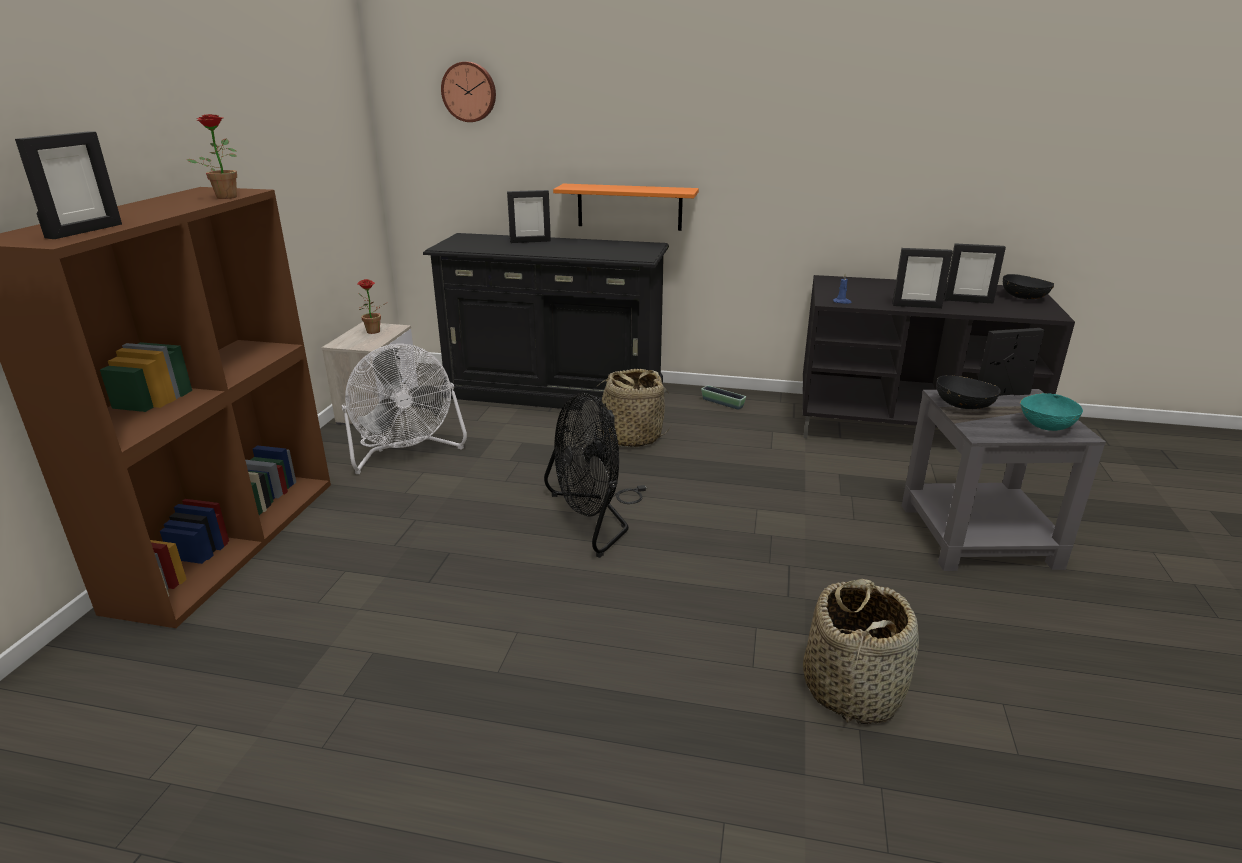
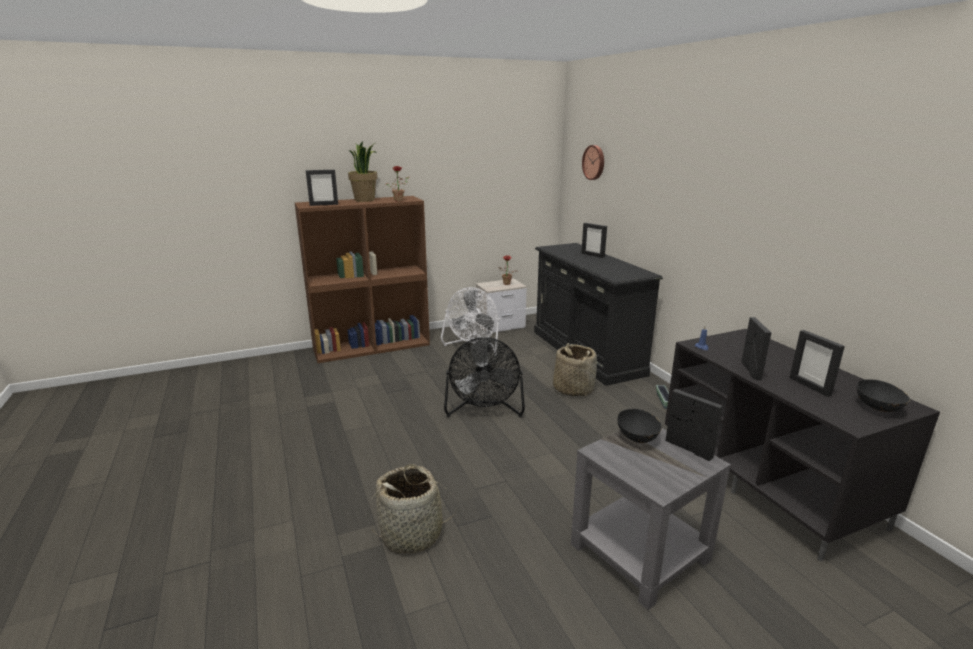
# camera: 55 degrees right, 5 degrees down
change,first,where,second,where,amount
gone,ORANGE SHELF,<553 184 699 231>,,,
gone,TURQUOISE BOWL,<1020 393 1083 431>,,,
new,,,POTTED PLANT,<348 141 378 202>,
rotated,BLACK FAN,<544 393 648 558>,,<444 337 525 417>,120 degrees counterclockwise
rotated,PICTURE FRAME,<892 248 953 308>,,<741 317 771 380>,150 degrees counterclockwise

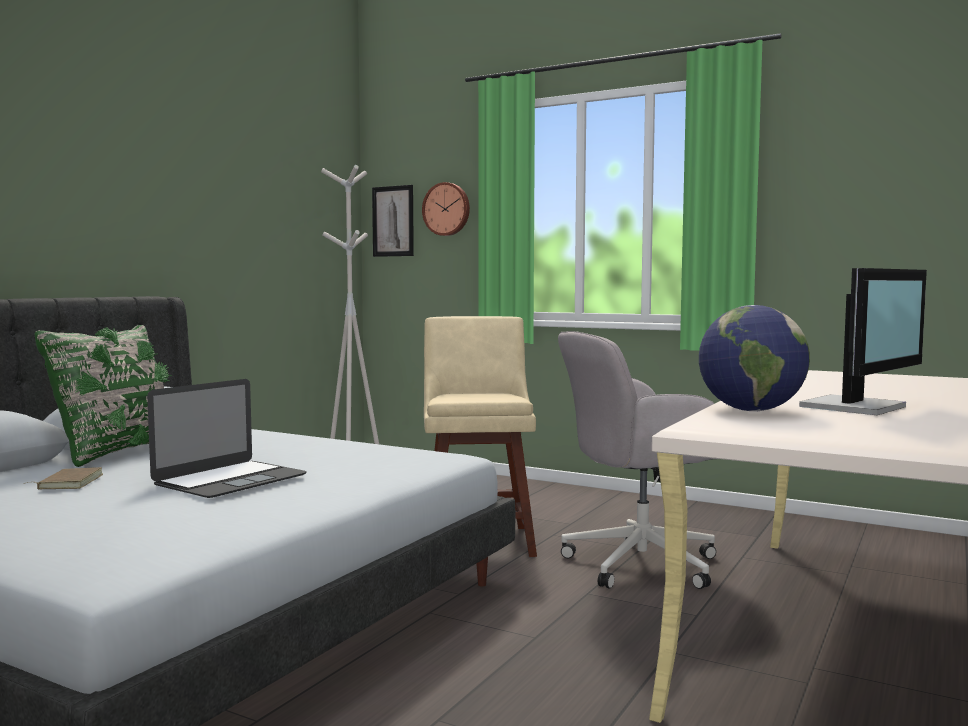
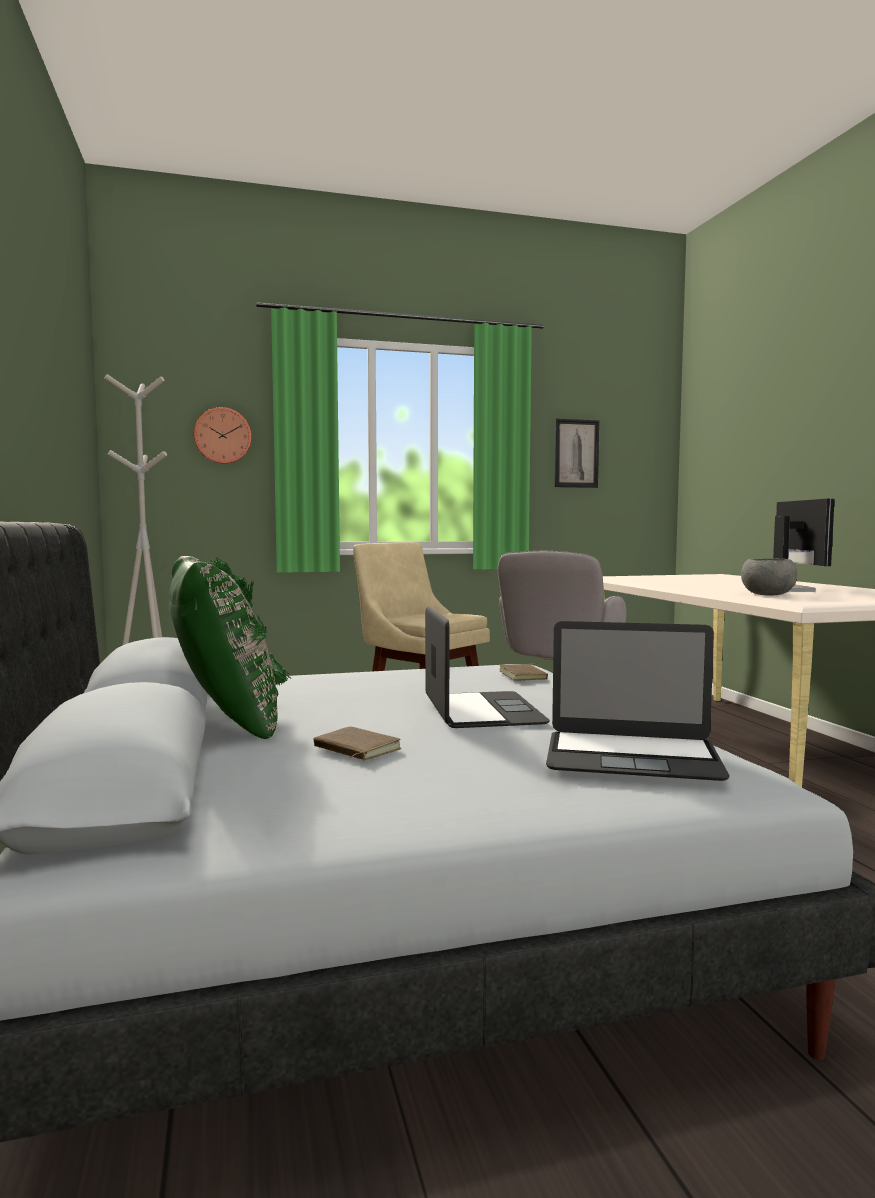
# camera: 45 degrees left, 0 degrees up
change,first,where,second,where,amount
new,,,BROWN BOOK,<500 663 548 681>,
new,,,LAPTOP,<546 621 730 781>,
shifted,PICTURE,<372 185 414 257>,,<554 419 599 488>,
swapped,GLOBE,<699 305 810 411>,GREY BOWL,<741 558 797 596>,

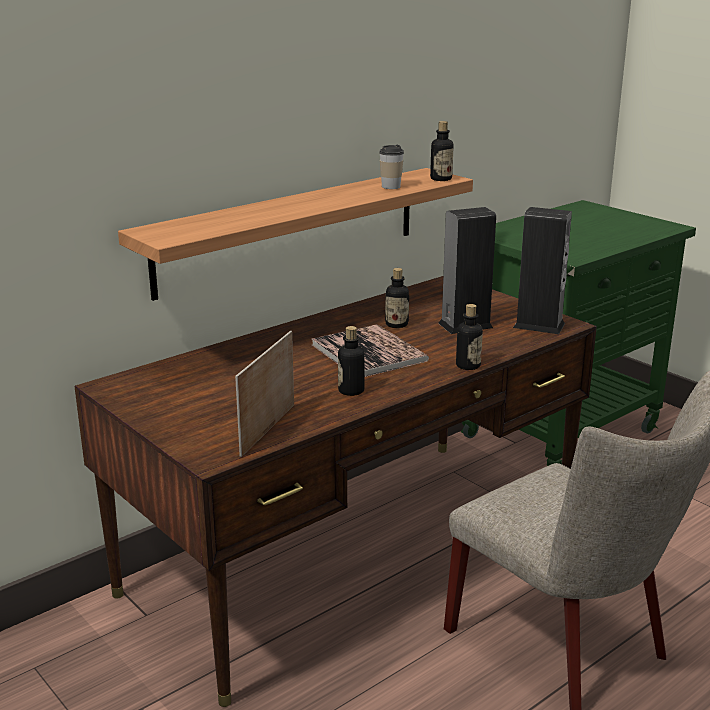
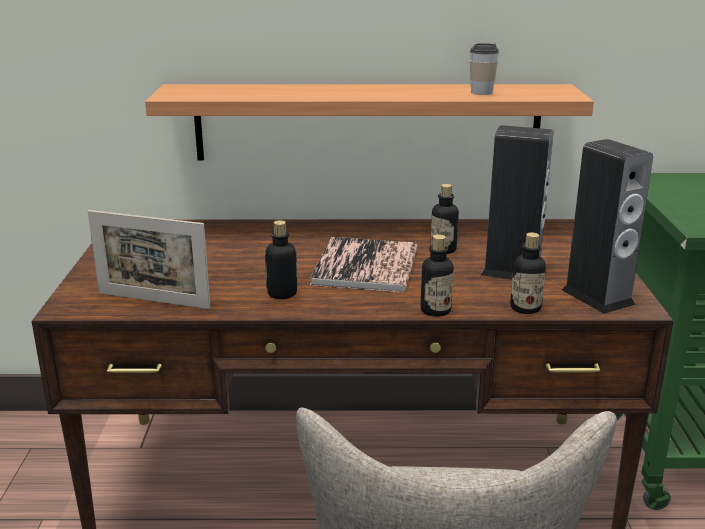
# camera: 40 degrees right, 0 degrees up
change,first,where,second,where,amount
shifted,BOTTLE,<430 121 454 181>,,<510 232 546 314>,
rotated,PICTURE FRAME,<235 331 294 457>,,<88 210 211 309>,135 degrees counterclockwise

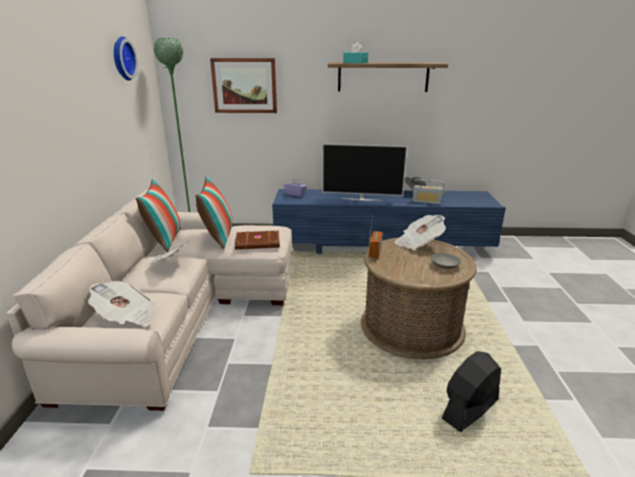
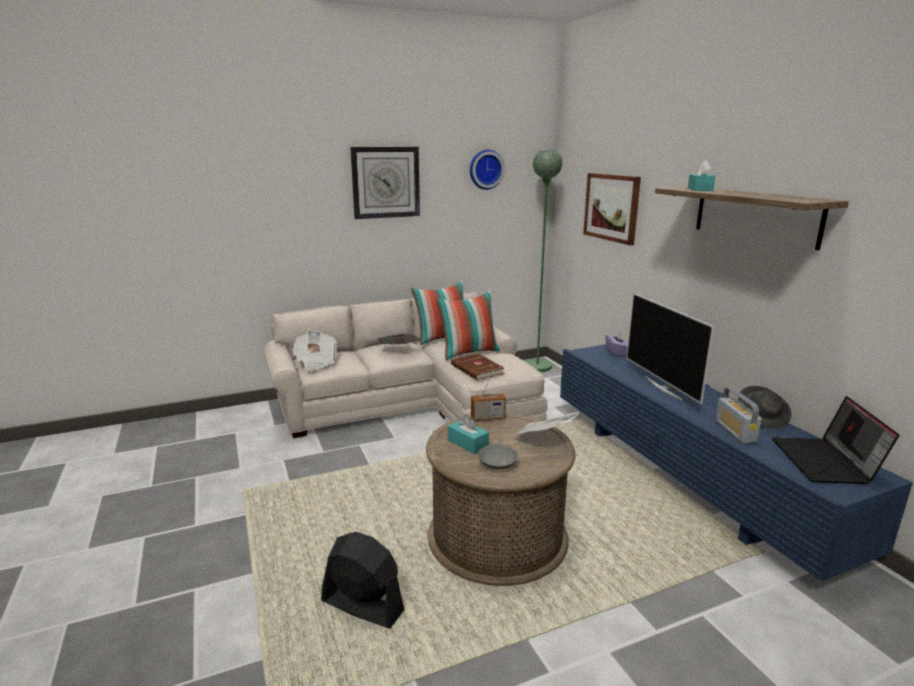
# camera: 65 degrees right, 5 degrees down
change,first,where,second,where,amount
new,,,WALL CLOCK,<350 147 420 219>,
new,,,TURQUOISE TISSUE BOX,<448 414 489 454>,
new,,,LAPTOP,<772 396 900 484>,

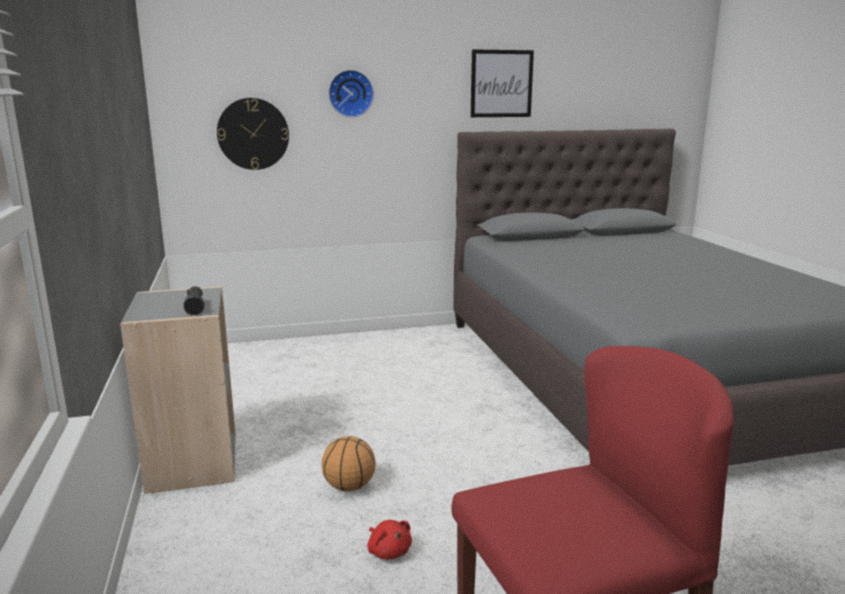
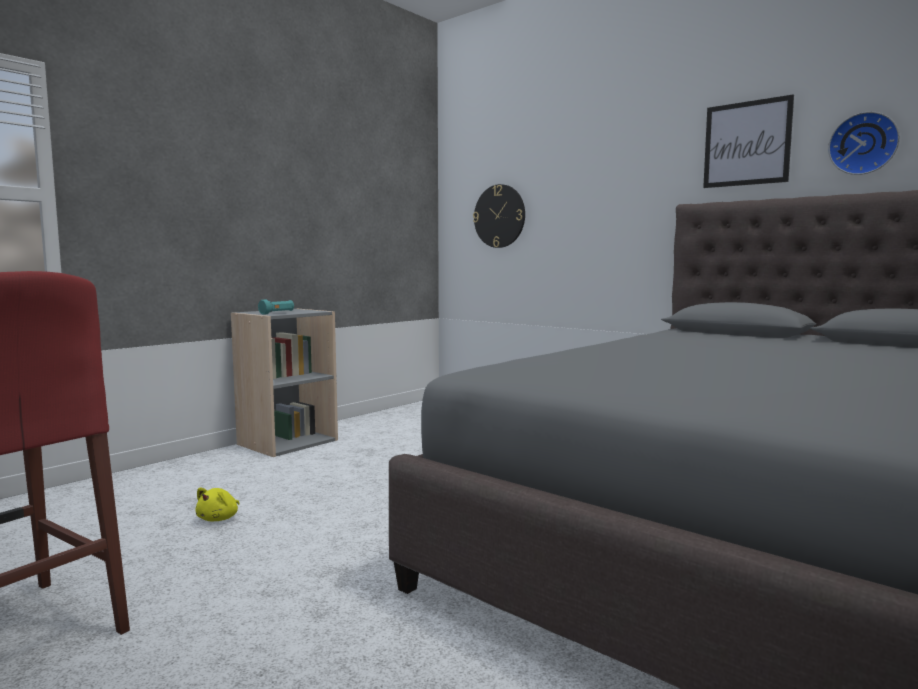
# camera: 55 degrees right, 10 degrees down
change,first,where,second,where,amount
gone,BASKETBALL,<321 436 376 491>,,,
shifted,WALL CLOCK,<328 70 374 117>,,<828 112 900 175>,
repainted,BLACK FLASHLIGHT,<183 286 205 315>,TURQUOISE FLASHLIGHT,<258 300 294 315>,
repainted,RED PLUSH TOY,<367 520 412 560>,YELLOW PLUSH TOY,<195 488 240 521>,

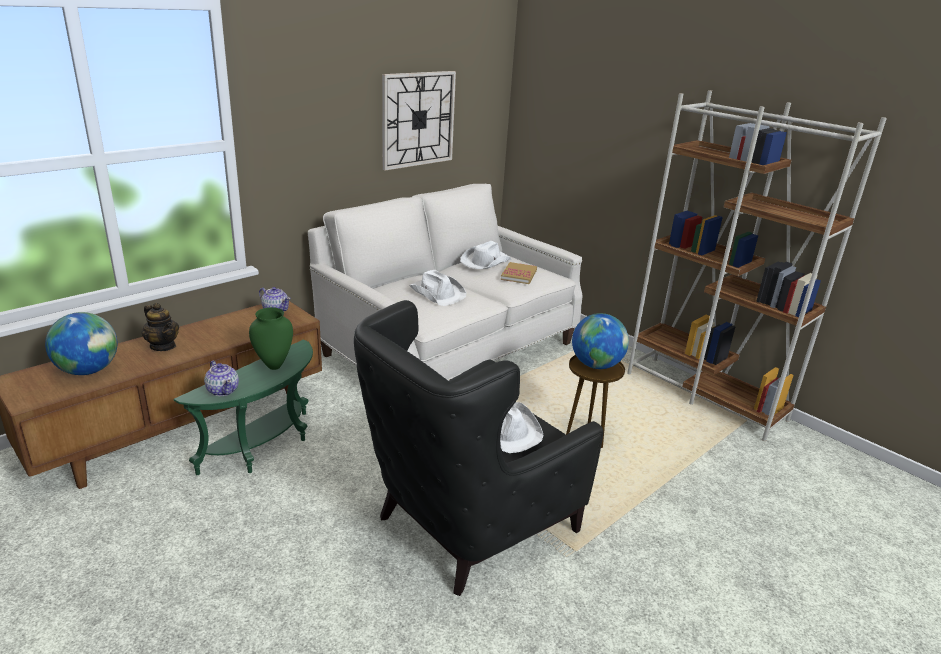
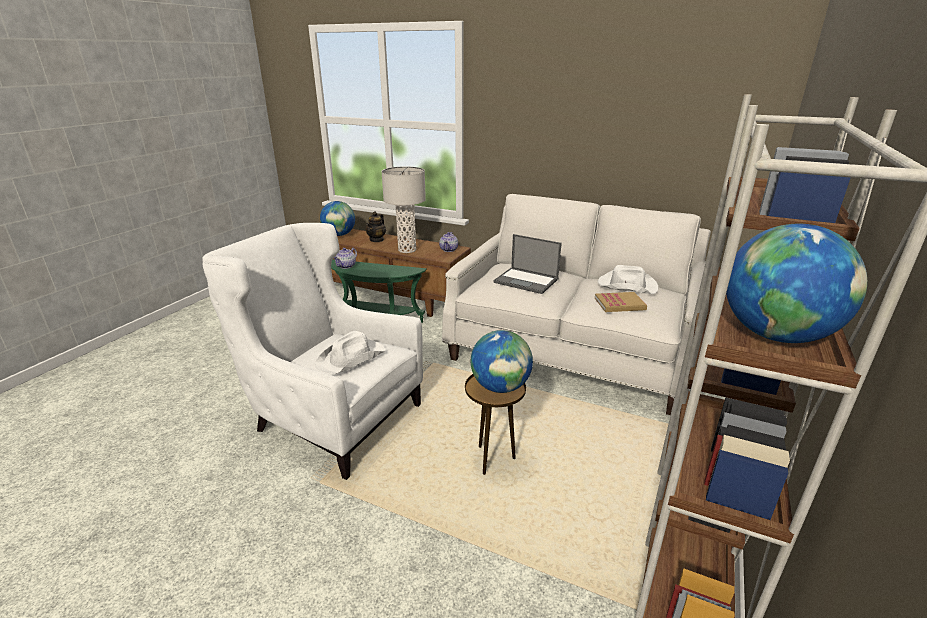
# camera: 70 degrees right, 0 degrees up
change,first,where,second,where,amount
gone,GREEN VASE,<249 307 293 370>,,,
gone,WALL CLOCK,<382 71 456 171>,,,
new,,,WHITE TABLE LAMP,<381 166 426 253>,
new,,,GLOBE,<726 224 867 343>,
swapped,WHITE HAT,<409 270 466 306>,LAPTOP,<493 234 562 294>,
repainted,BLACK ARMCHAIR,<354 300 604 596>,WHITE ARMCHAIR,<202 223 423 480>,

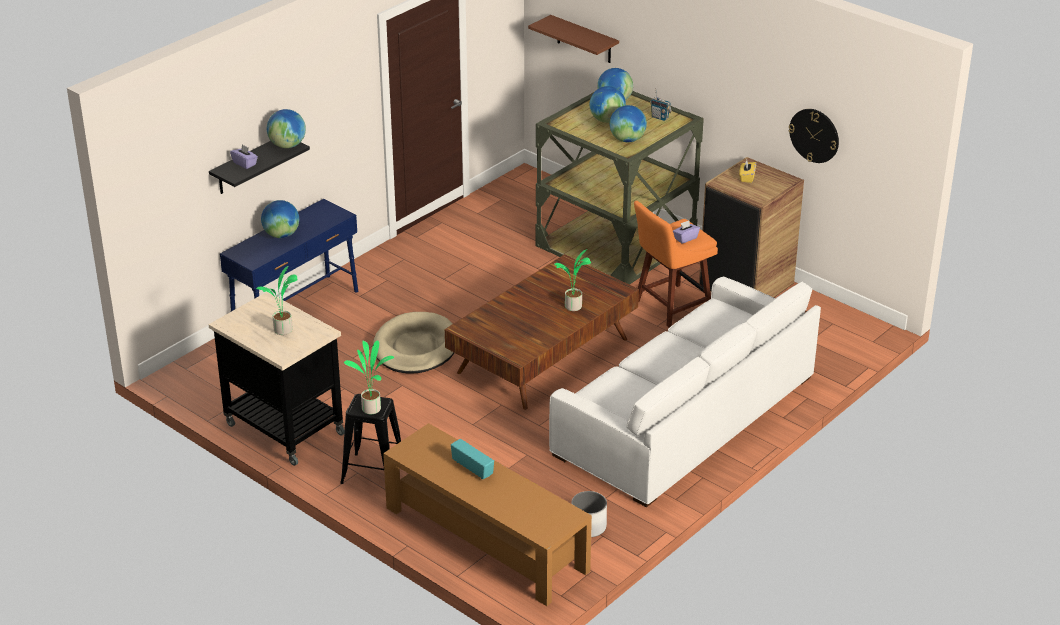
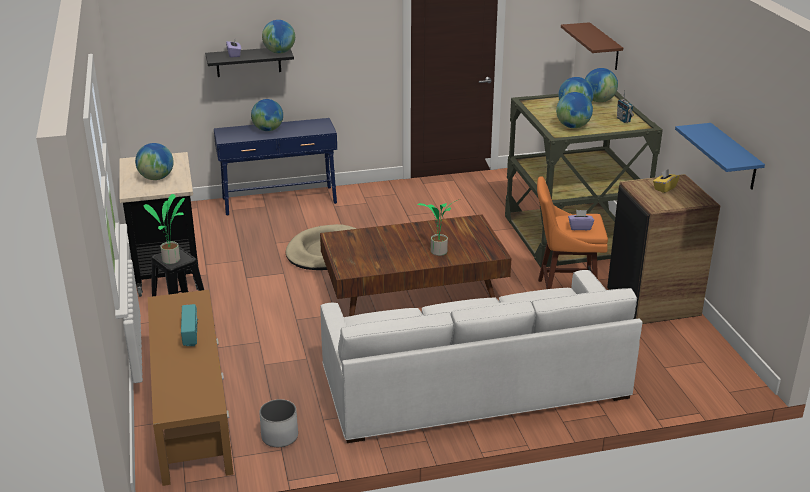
# camera: 35 degrees right, 5 degrees down
change,first,where,second,where,amount
swapped,POTTED PLANT,<256 266 298 335>,GLOBE,<135 143 174 180>,
swapped,WALL CLOCK,<789 109 839 163>,BLUE SHELF,<675 123 765 190>,

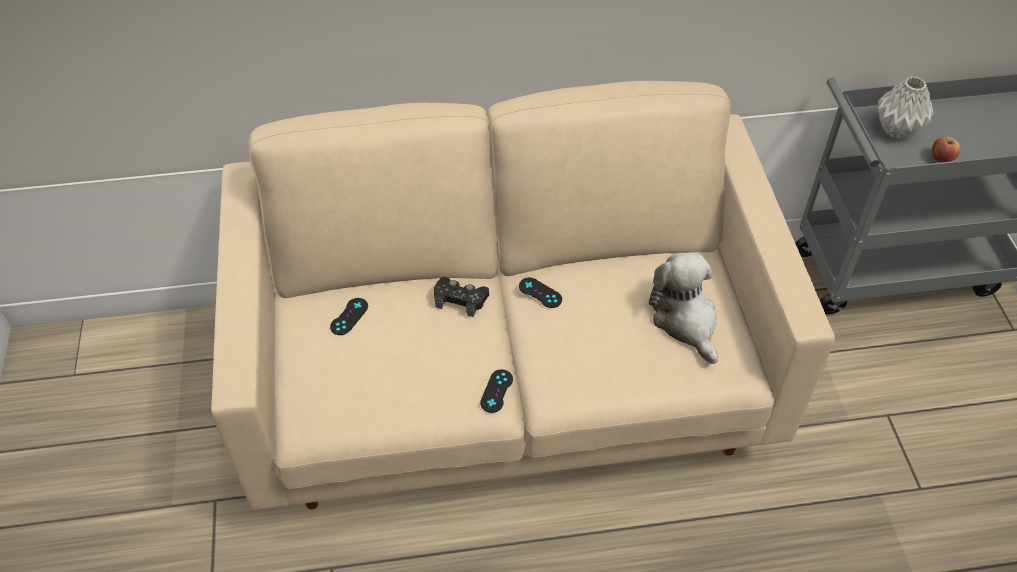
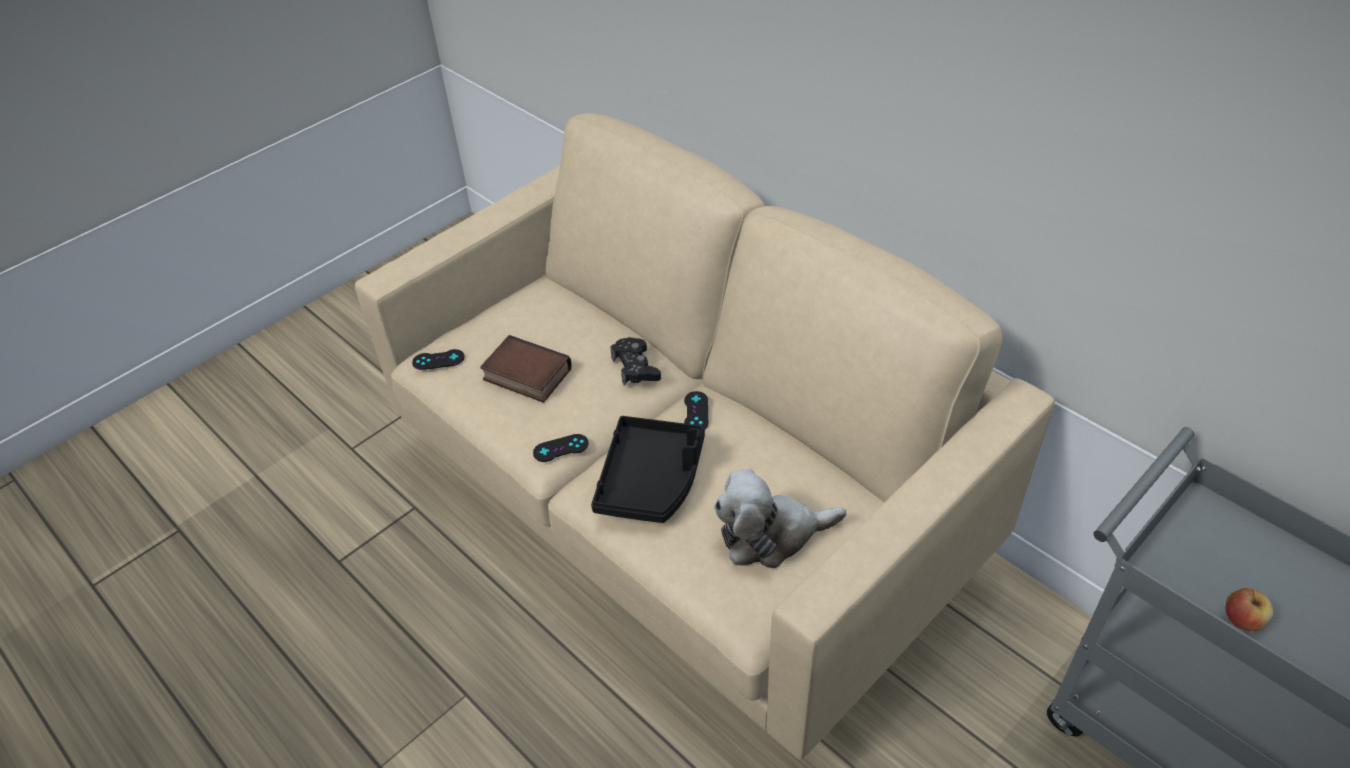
# camera: 55 degrees right, 5 degrees down
change,first,where,second,where,amount
gone,GREY VASE,<878 76 934 139>,,,
new,,,BOOK,<480 335 572 402>,
new,,,BLACK TRAY,<591 416 705 523>,
shifted,BLACK GAME CONTROLLER,<330 298 368 335>,,<412 349 465 370>,
rotated,PLUSH TOY,<649 254 718 364>,,<714 469 846 568>,135 degrees counterclockwise

